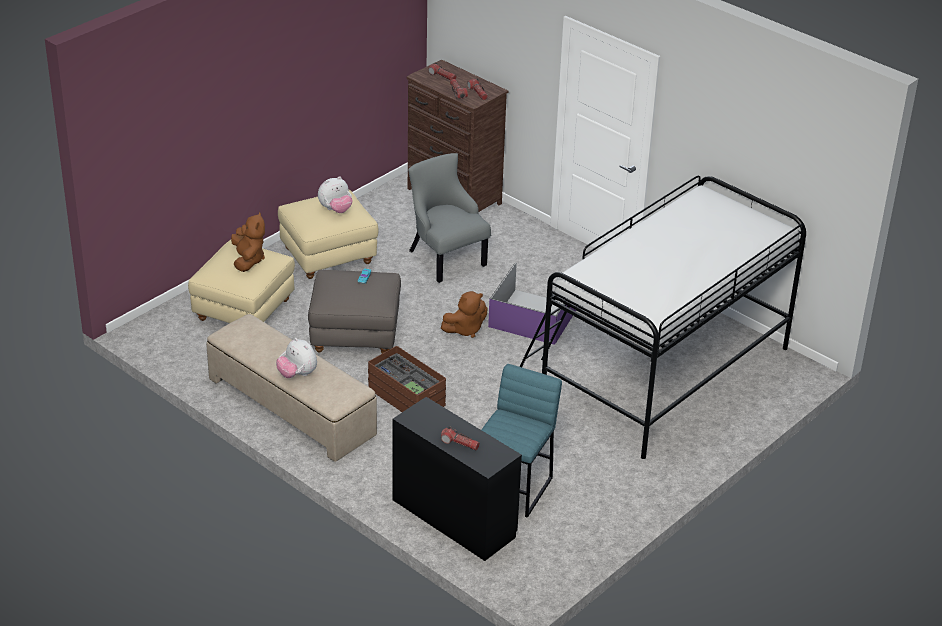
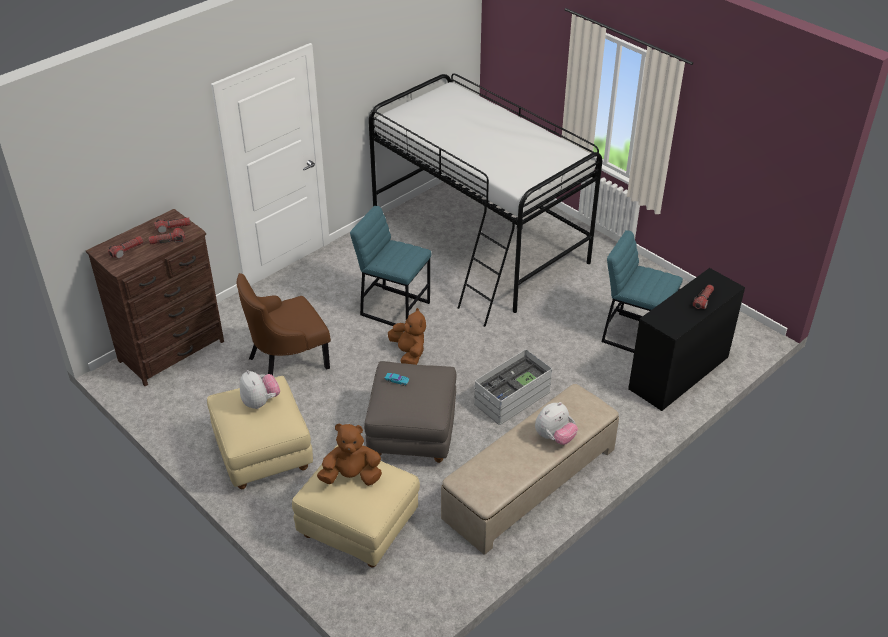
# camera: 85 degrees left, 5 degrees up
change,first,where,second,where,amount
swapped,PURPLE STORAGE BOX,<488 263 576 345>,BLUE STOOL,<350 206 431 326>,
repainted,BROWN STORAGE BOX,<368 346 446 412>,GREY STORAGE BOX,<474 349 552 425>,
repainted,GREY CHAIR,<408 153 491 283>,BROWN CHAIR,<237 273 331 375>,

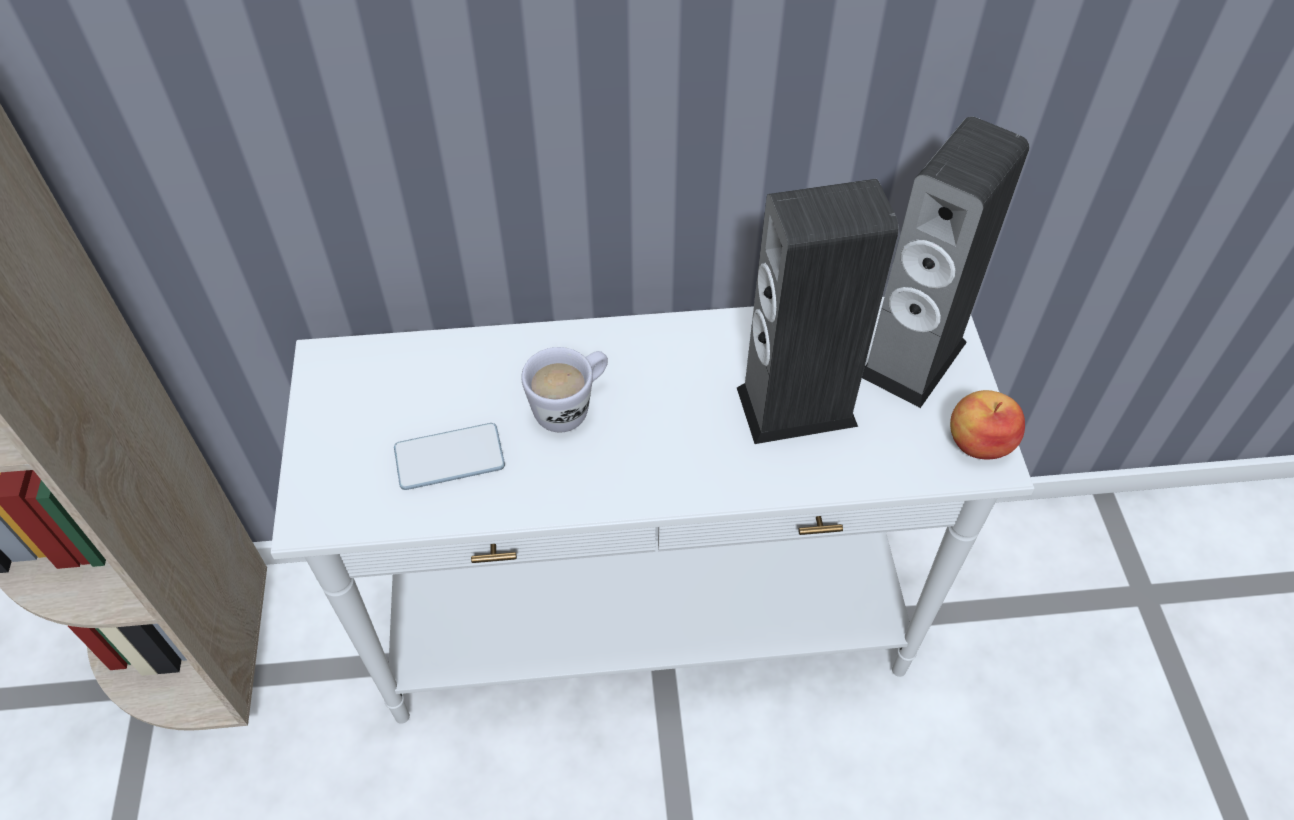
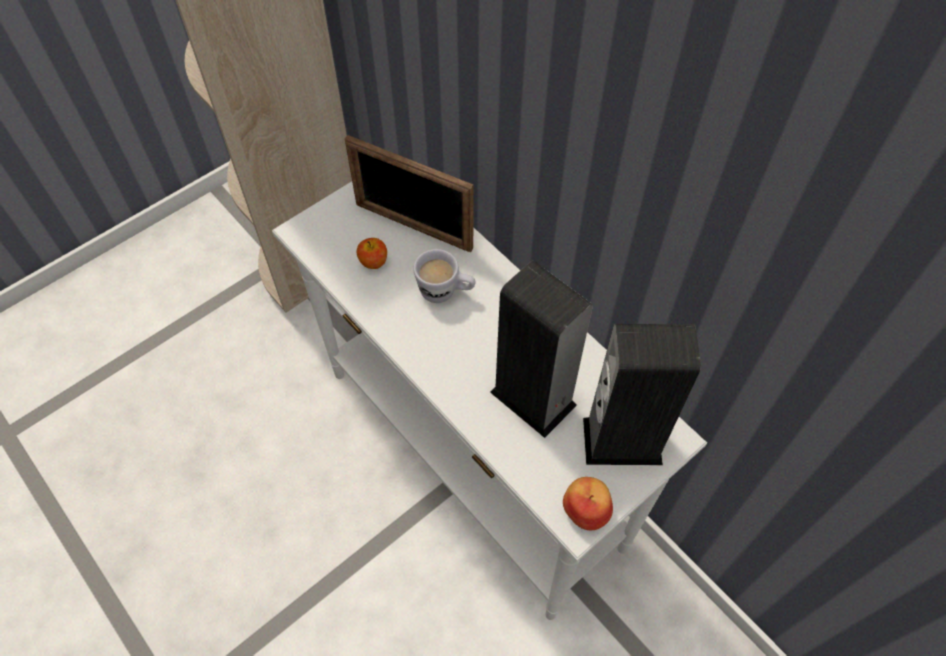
# camera: 55 degrees right, 5 degrees up
change,first,where,second,where,amount
new,,,PICTURE FRAME,<345 135 473 252>,
swapped,PHONE,<394 423 505 490>,APPLE,<357 238 387 269>,

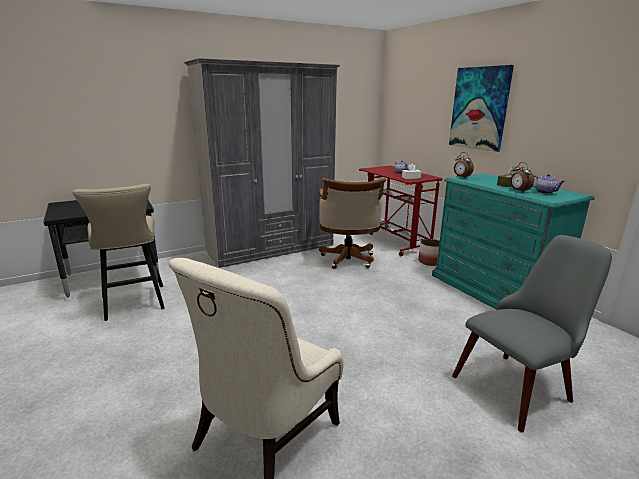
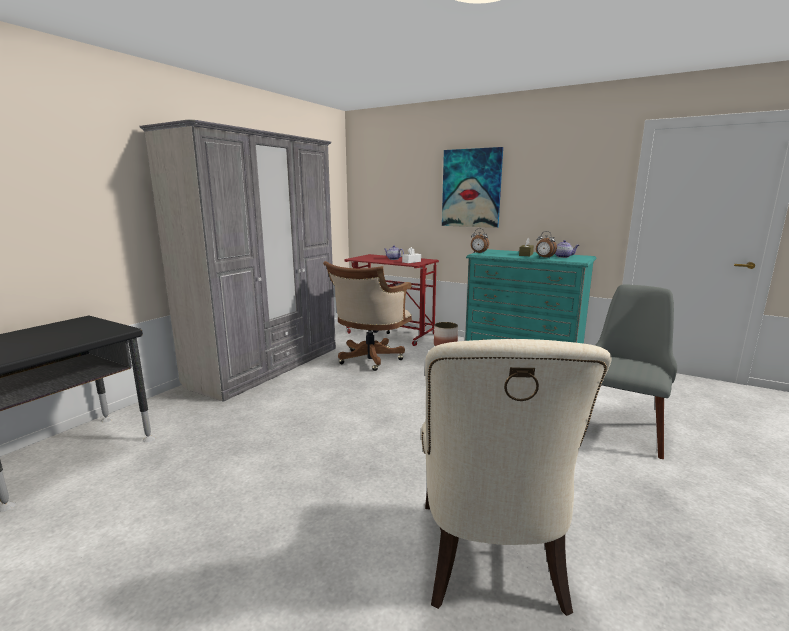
# camera: 30 degrees left, 5 degrees down
change,first,where,second,where,amount
gone,BEIGE STOOL,<72 184 165 321>,,,
rotated,OFFICE CHAIR,<319 178 386 269>,,<323 261 412 371>,60 degrees clockwise

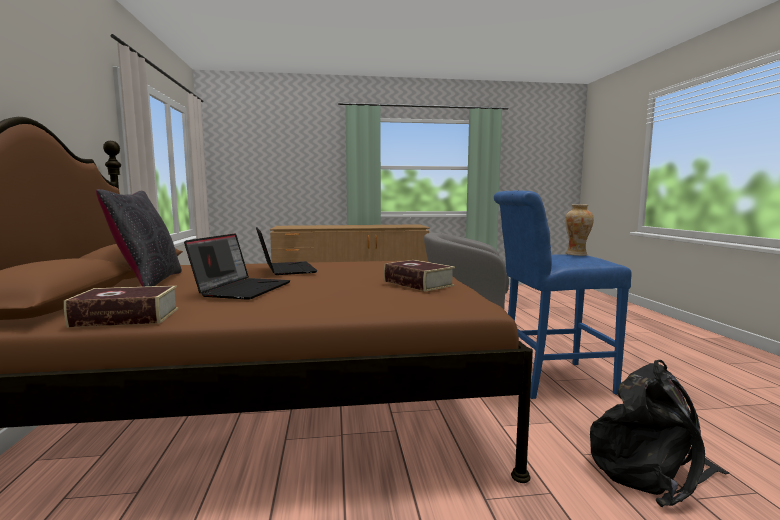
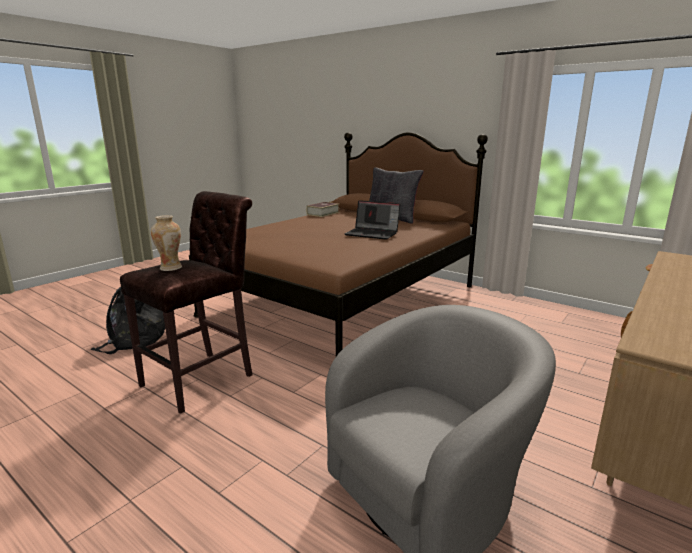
# camera: 135 degrees right, 10 degrees up
change,first,where,second,where,amount
gone,LAPTOP,<184 233 291 300>,,,
gone,BOOK,<384 260 455 292>,,,
repainted,BLUE STOOL,<494 190 632 399>,BROWN STOOL,<120 191 252 414>,

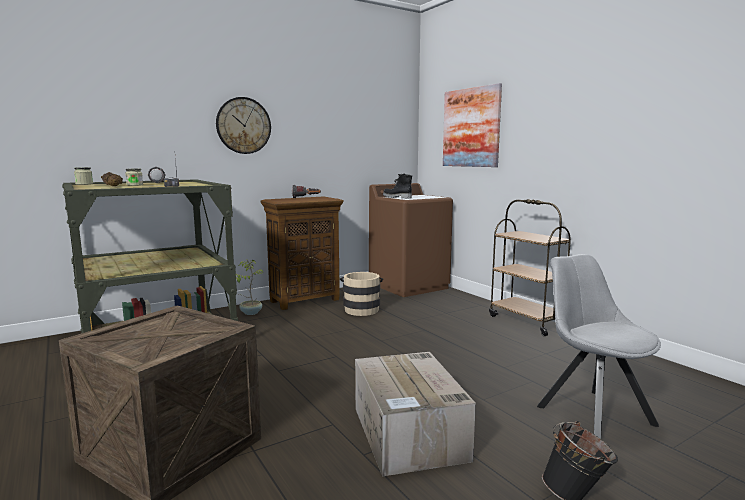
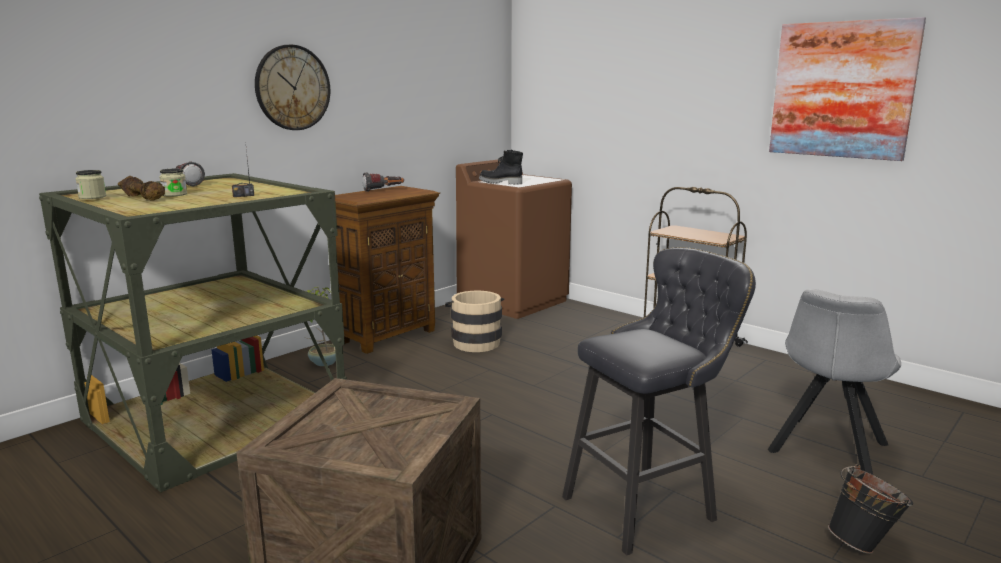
# camera: 15 degrees left, 5 degrees up
change,first,where,second,where,amount
shifted,PICTURE,<443 83 502 167>,,<769 17 926 161>,
swapped,CARDBOARD BOX,<355 352 476 476>,BLACK STOOL,<562 247 756 556>,
rotated,GREY CHAIR,<537 254 661 439>,,<768 289 901 475>,105 degrees counterclockwise

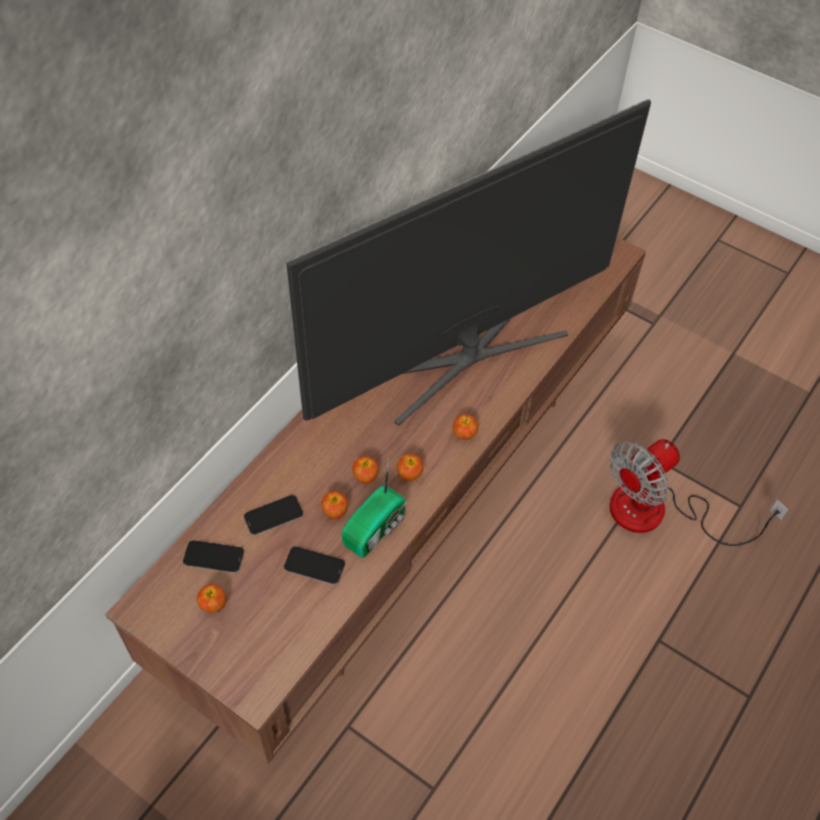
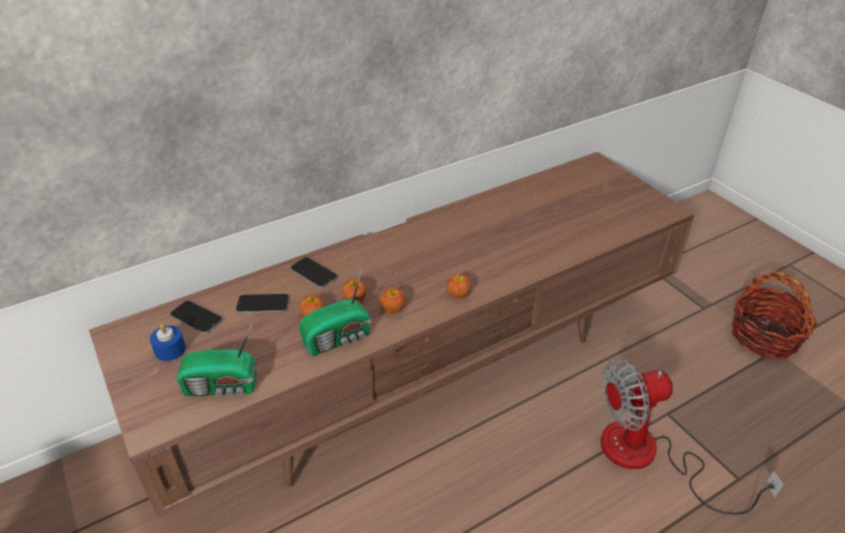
# camera: 25 degrees right, 15 degrees down
change,first,where,second,where,amount
gone,TELEVISION,<286 99 651 426>,,,
new,,,RADIO,<177 325 257 397>,
new,,,BASKET,<732 271 817 359>,
shifted,PHONE,<284 546 345 585>,,<291 257 337 288>,
swapped,APPLE,<197 584 226 613>,BLUE CANDLE,<150 324 186 361>,

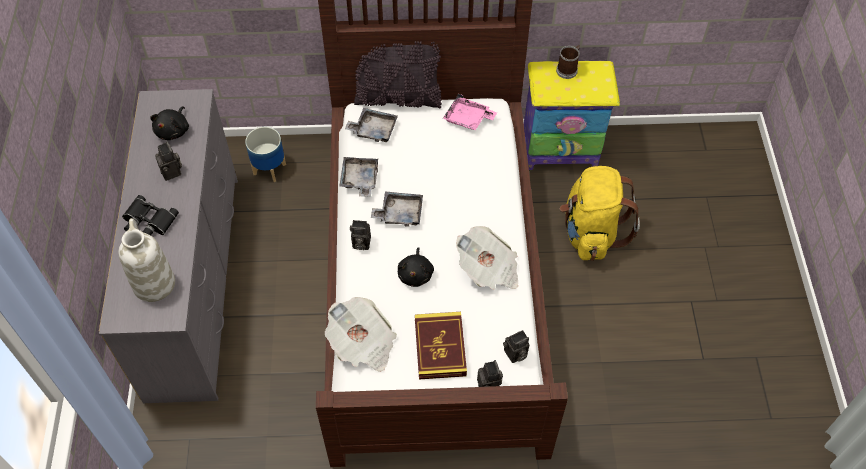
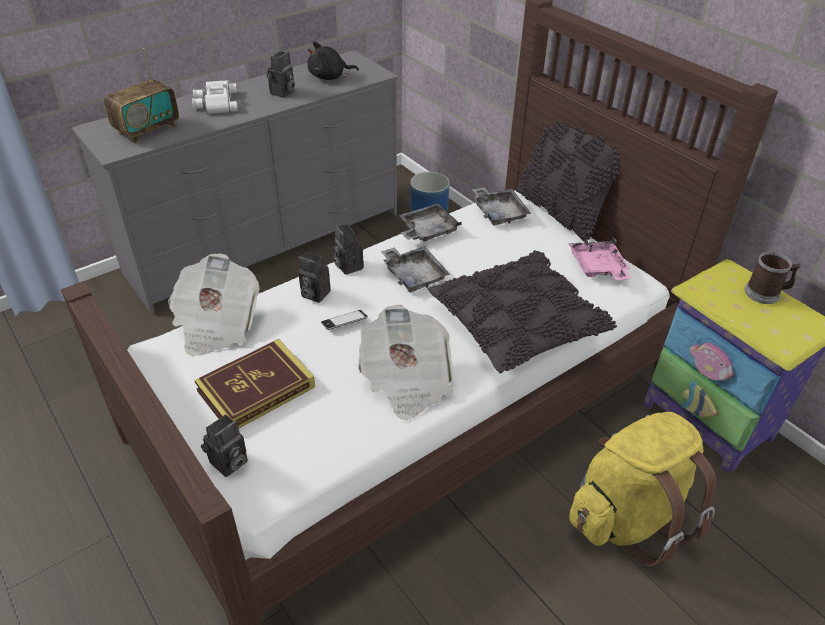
# camera: 55 degrees right, 15 degrees down
change,first,where,second,where,amount
new,,,BLACK PILLOW,<428 250 617 373>,
shifted,PHOTO CAMERA,<503 330 529 363>,,<298 252 331 303>,
swapped,WHITE VASE,<119 218 175 302>,RADIO,<104 48 179 143>,
swapped,BLACK PLUSH TOY,<398 247 434 287>,PHONE,<321 310 368 330>,
repainted,BLACK BINOCULARS,<122 195 179 235>,WHITE BINOCULARS,<192 80 238 114>,

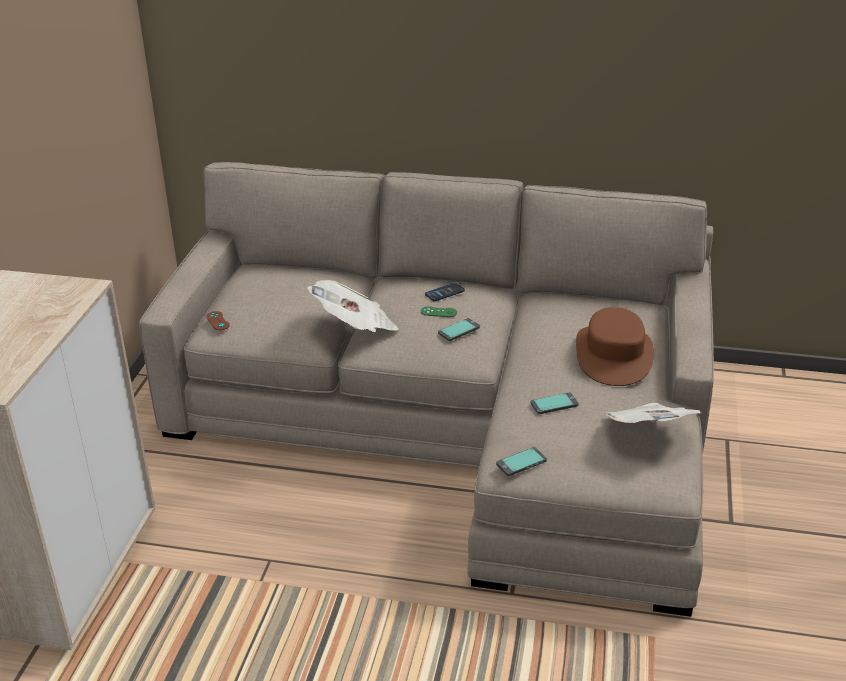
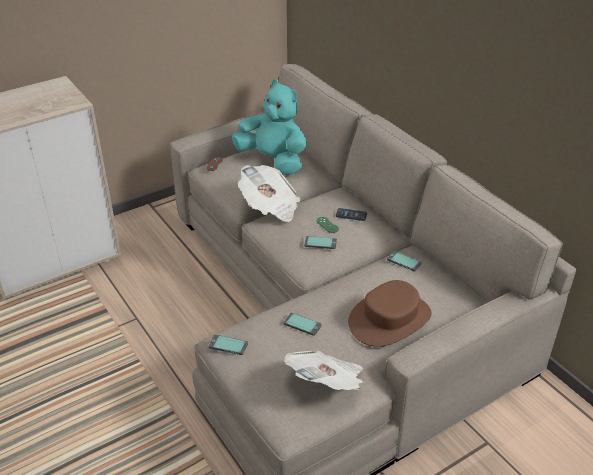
# camera: 45 degrees right, 5 degrees up
change,first,where,second,where,amount
new,,,TURQUOISE PLUSH TOY,<232 79 306 175>,
new,,,PHONE,<387 251 422 271>,

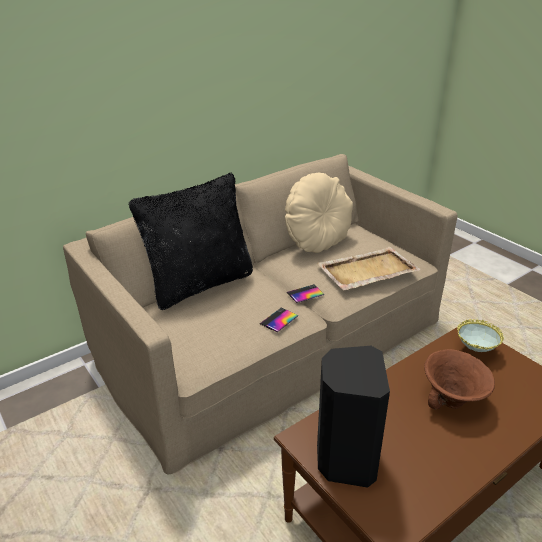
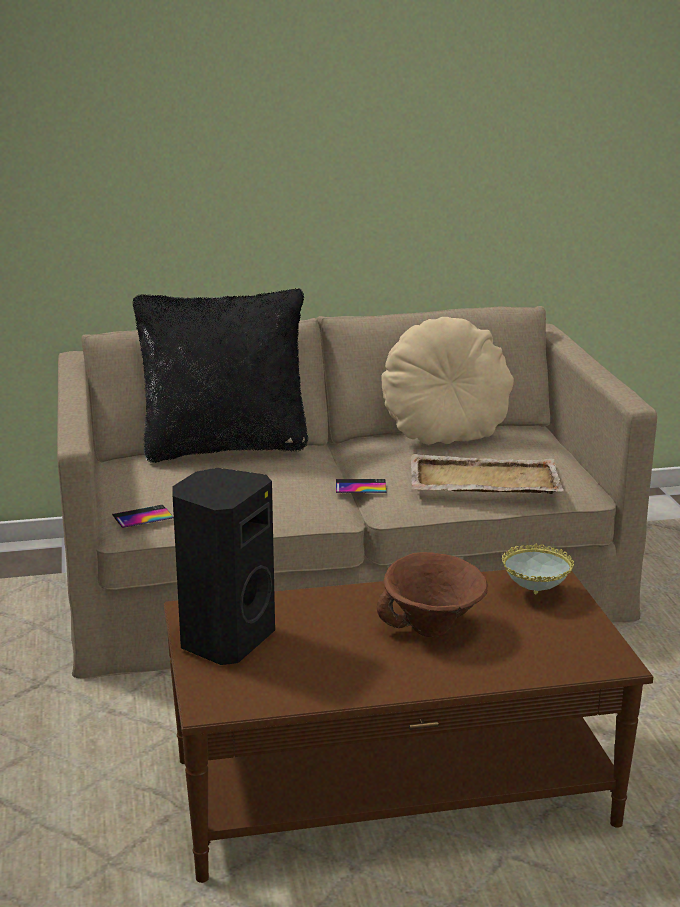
# camera: 25 degrees right, 10 degrees down
change,first,where,second,where,amount
shifted,PHONE,<260 308 299 332>,,<112 505 174 528>,

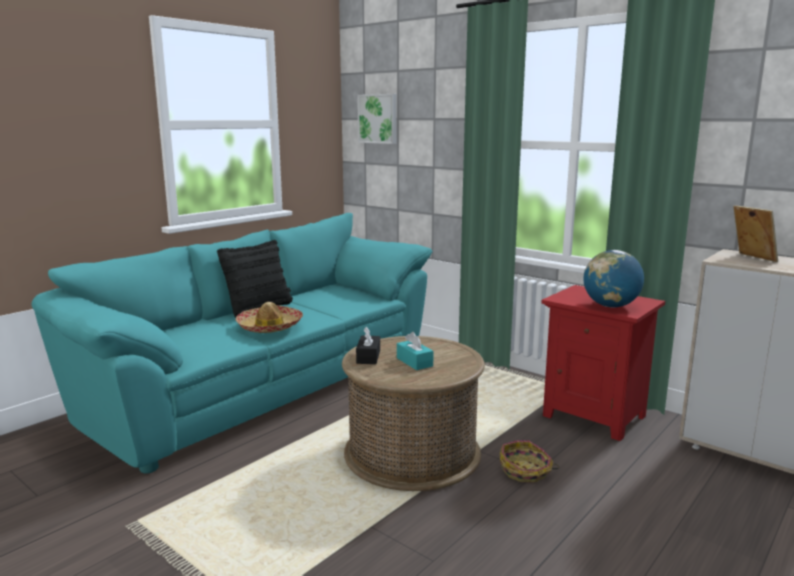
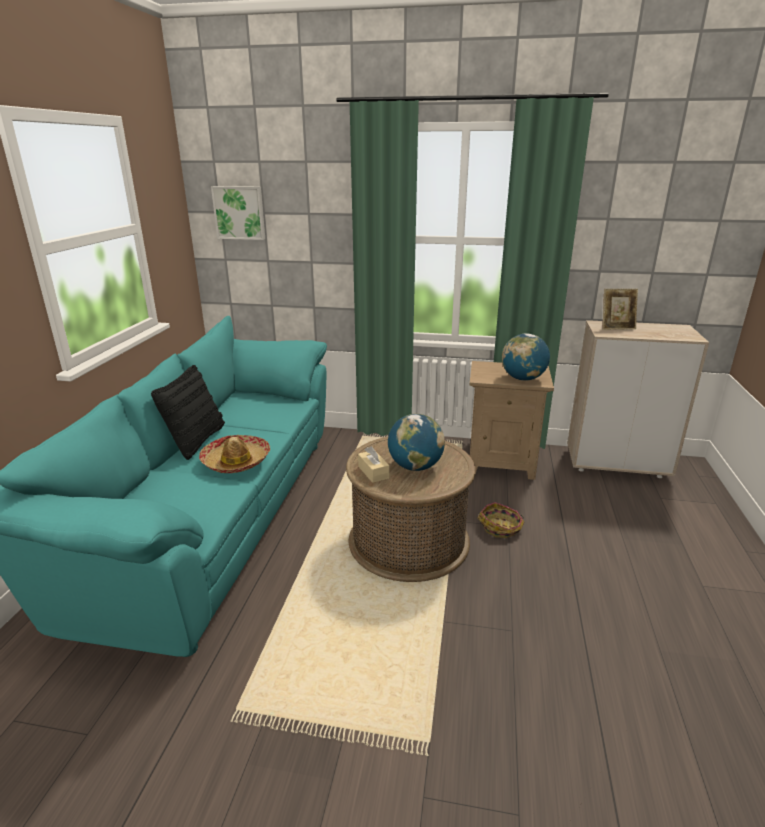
# camera: 30 degrees left, 10 degrees up
change,first,where,second,where,amount
swapped,TURQUOISE TISSUE BOX,<397 332 434 370>,GLOBE,<388 414 445 471>,
repainted,BLACK TISSUE BOX,<356 327 380 364>,BEIGE TISSUE BOX,<358 446 389 483>,
repainted,RED NIGHTSTAND,<541 285 665 441>,BEIGE NIGHTSTAND,<469 361 554 480>,
rotated,PICTURE FRAME,<734 205 778 262>,,<603 289 638 330>,135 degrees clockwise

